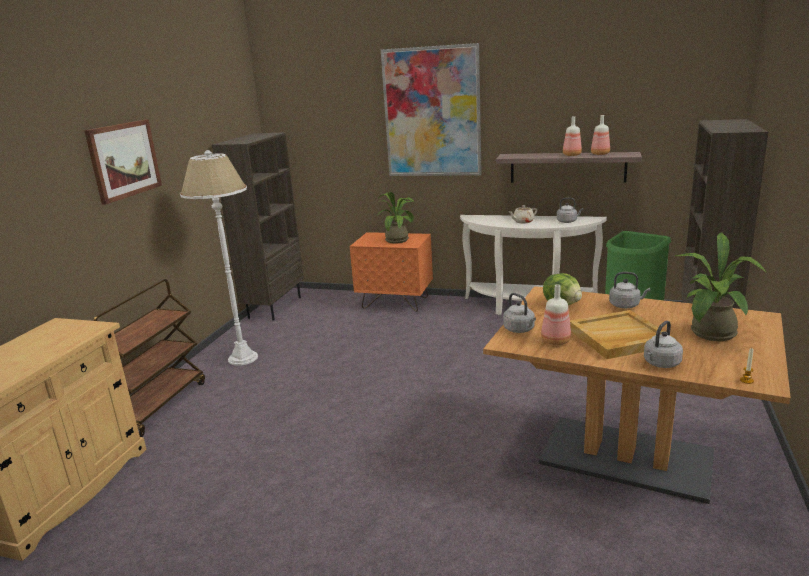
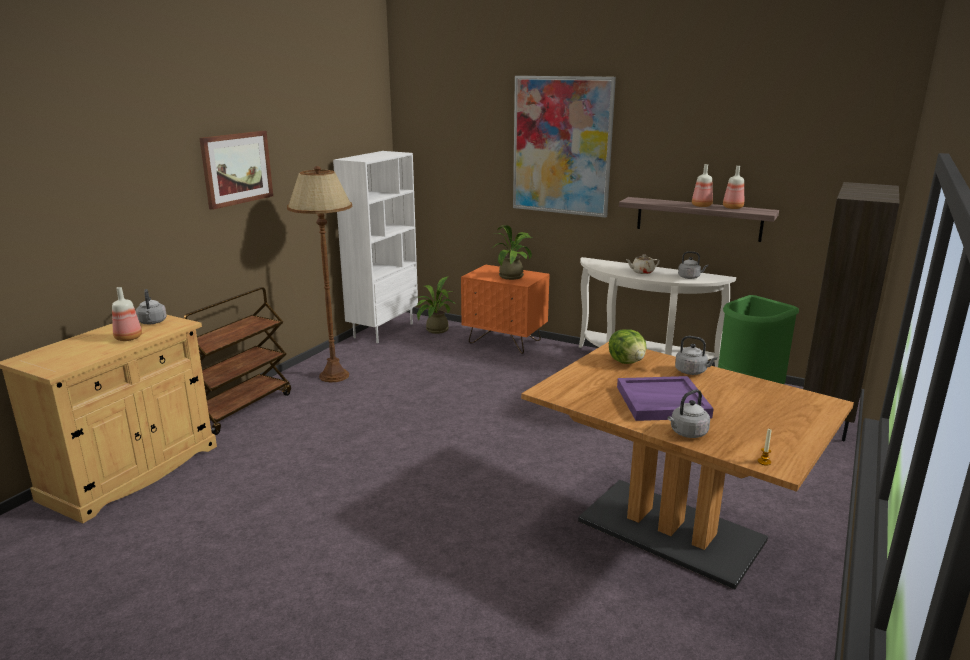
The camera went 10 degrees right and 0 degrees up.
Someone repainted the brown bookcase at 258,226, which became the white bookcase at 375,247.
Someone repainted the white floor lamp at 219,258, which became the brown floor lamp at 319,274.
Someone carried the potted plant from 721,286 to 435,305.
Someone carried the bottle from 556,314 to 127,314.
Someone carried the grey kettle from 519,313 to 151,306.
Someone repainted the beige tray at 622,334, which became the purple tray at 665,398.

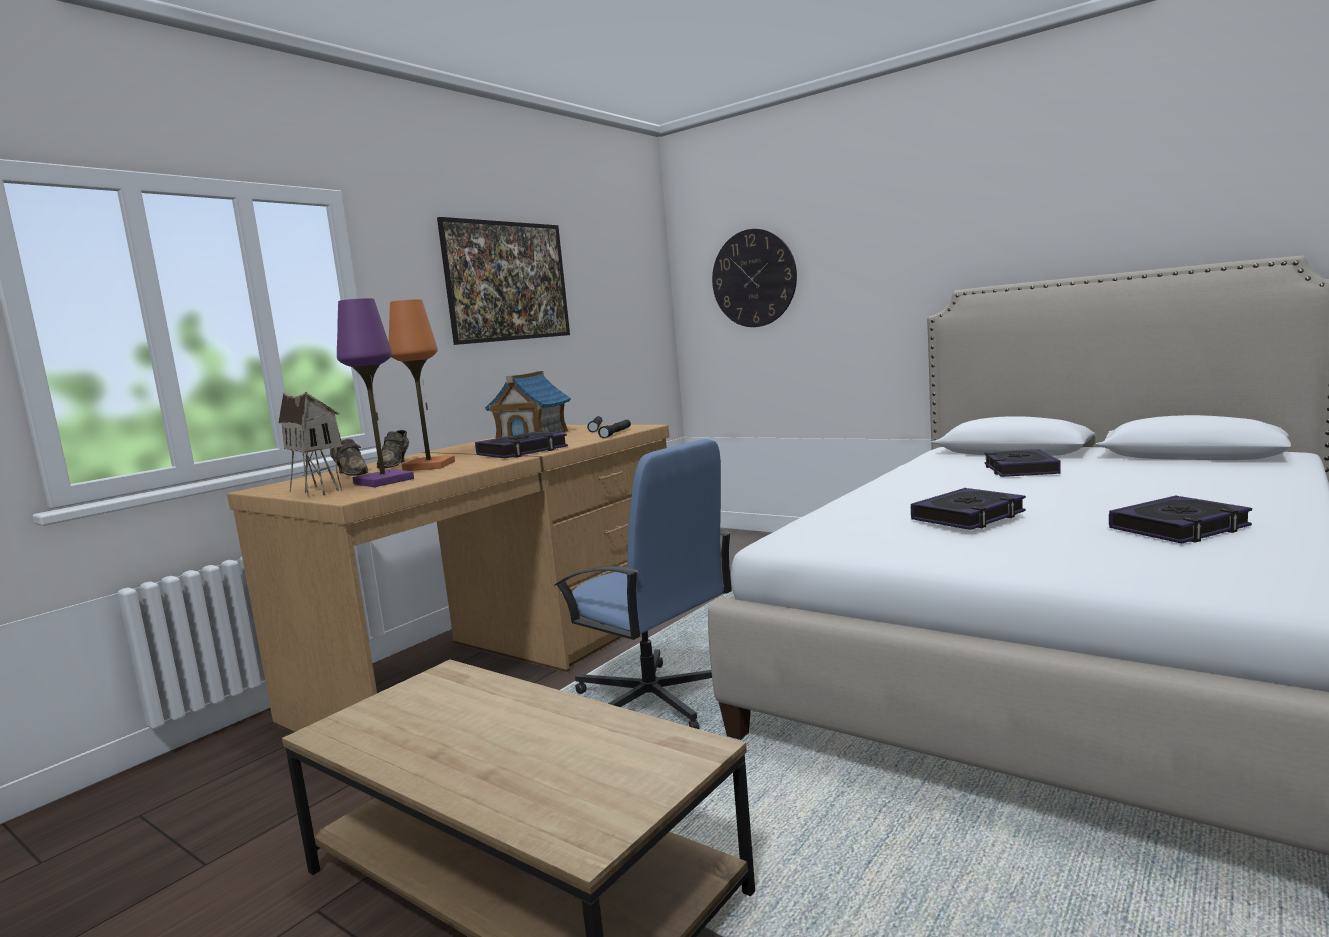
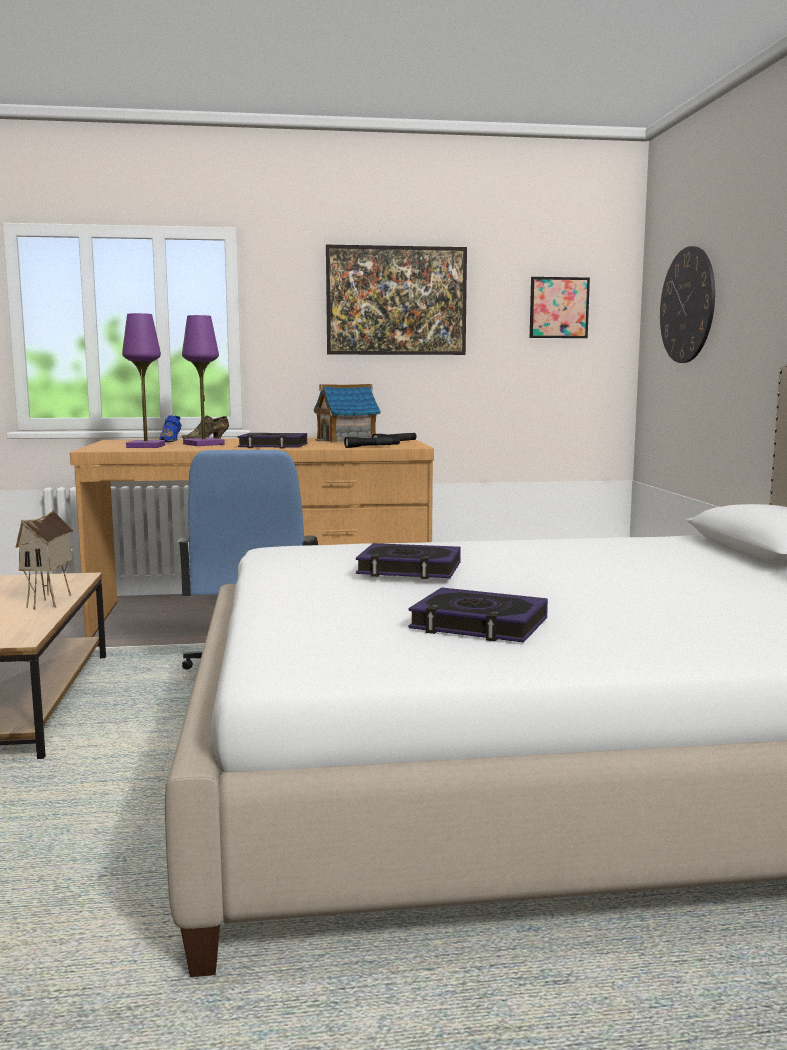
The camera went 45 degrees right and 0 degrees up.
Someone repainted the orange table lamp at 422,385, which became the purple table lamp at 203,380.
Someone carried the toy house from 310,444 to 44,560.
Someone repainted the brown shoe at 349,457, which became the blue shoe at 171,428.
Someone took away the book at 1022,463.
Someone put up the picture at 560,307.

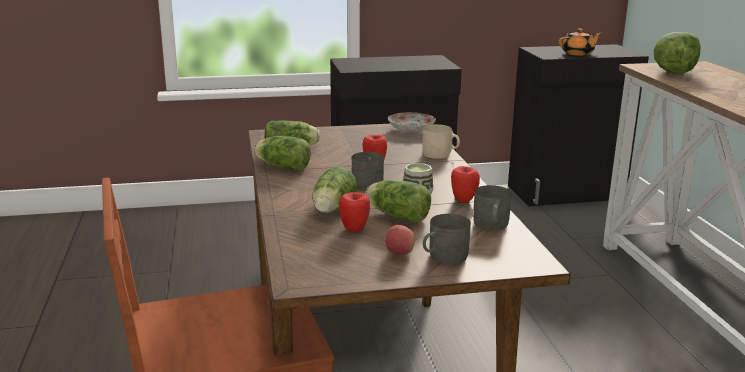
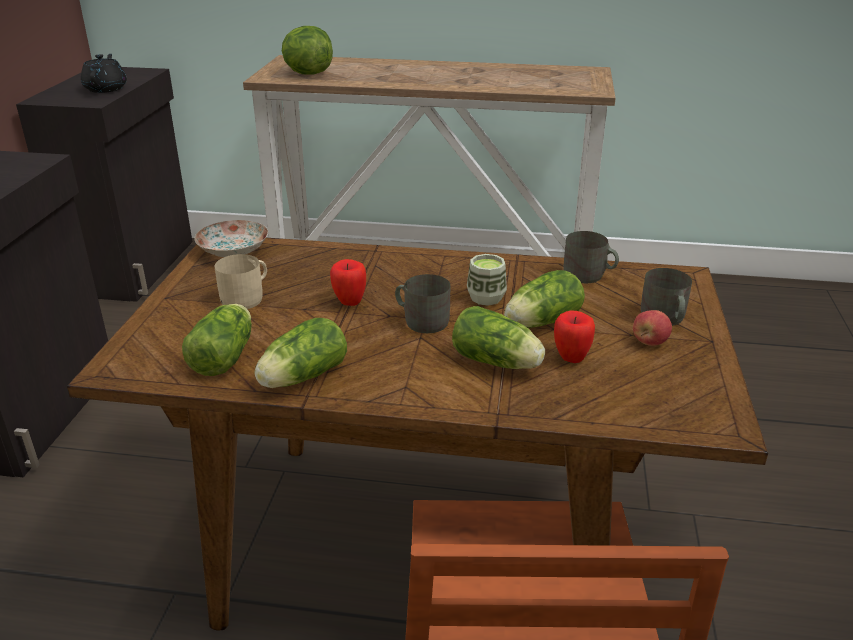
The camera went 70 degrees left and 10 degrees up.
Someone repainted the orange teapot at 580,42, which became the black teapot at 104,73.
Someone carried the beige mug from 441,141 to 240,281.
Someone took away the apple at 465,184.

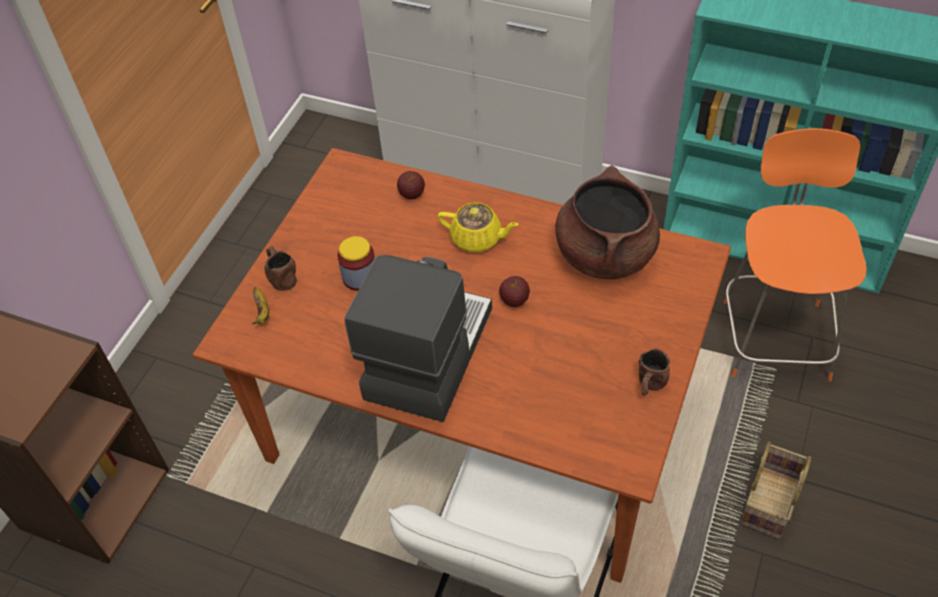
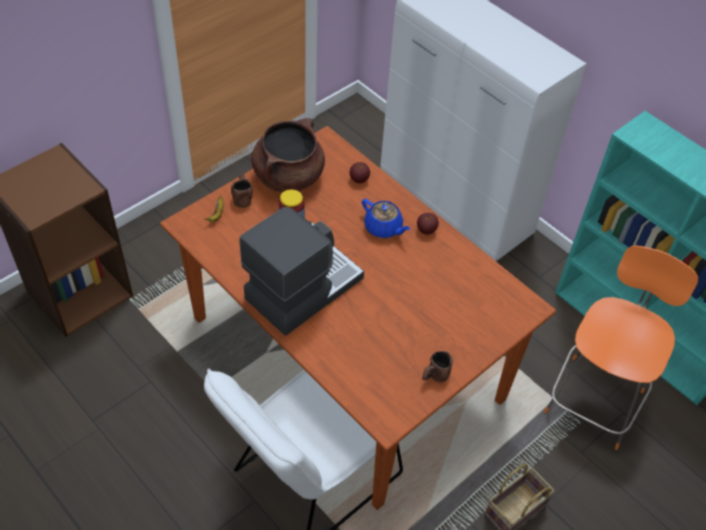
The camera went 20 degrees right and 0 degrees up.
Someone carried the brown cooking pot from 607,222 to 288,155.
Someone repainted the yellow teapot at 478,227, which became the blue teapot at 386,218.
Someone carried the apple from 514,291 to 428,224.

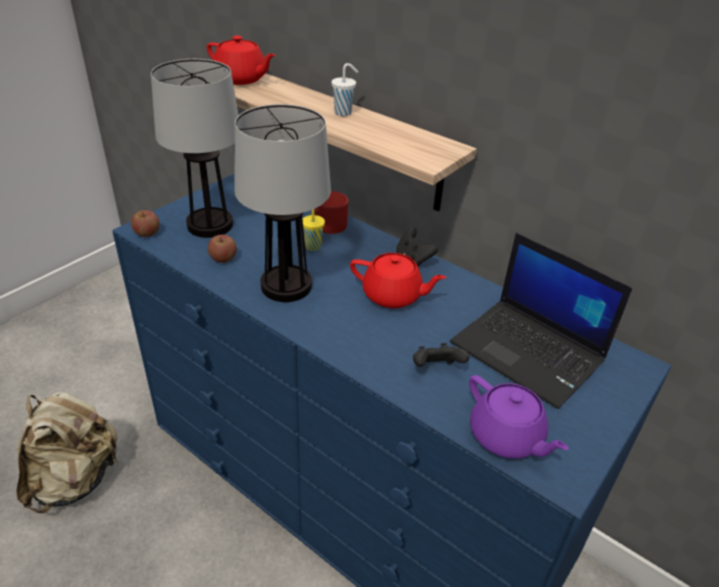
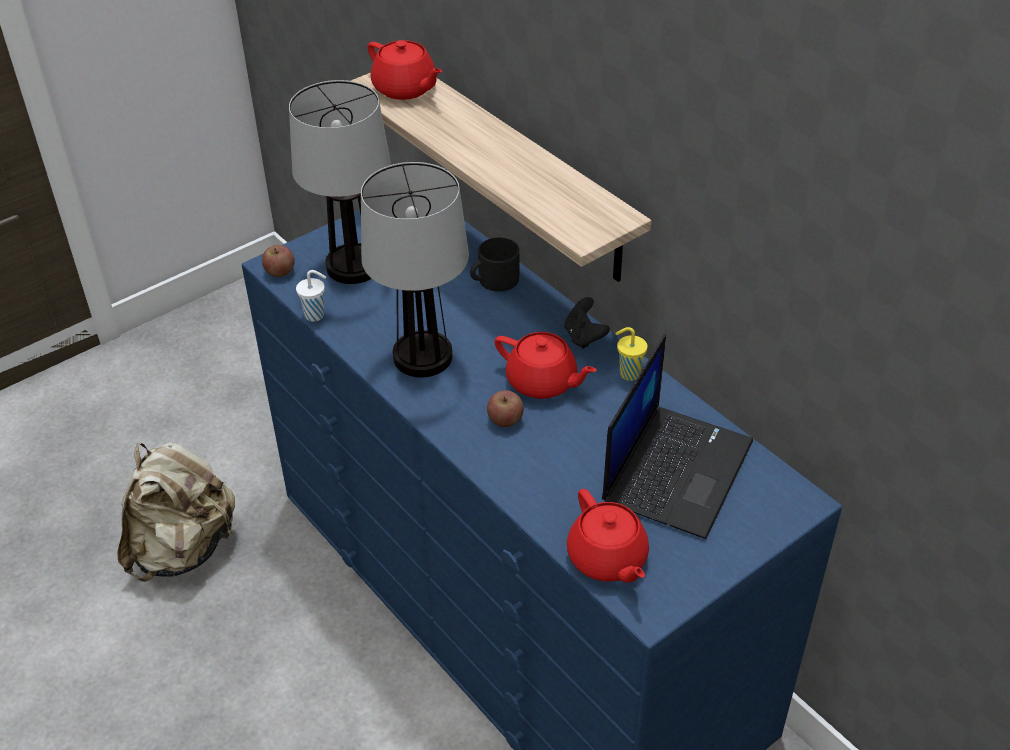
The camera went 15 degrees right and 5 degrees up.
Someone carried the white cup from 344,89 to 311,296.
Someone repainted the red mug at 329,212, which became the black mug at 494,265.
Someone carried the yellow cup from 314,230 to 631,354.
Someone rotated the laptop at 541,321 by 120 degrees counterclockwise.
Someone carried the apple from 222,249 to 505,408.
Someone took away the black game controller at 441,355.
Someone repainted the purple teapot at 519,417, which became the red teapot at 608,536.

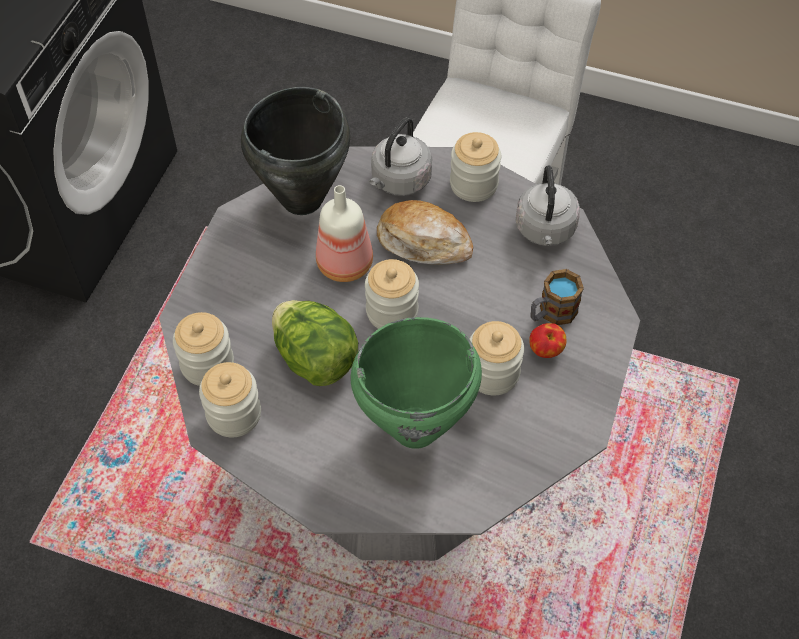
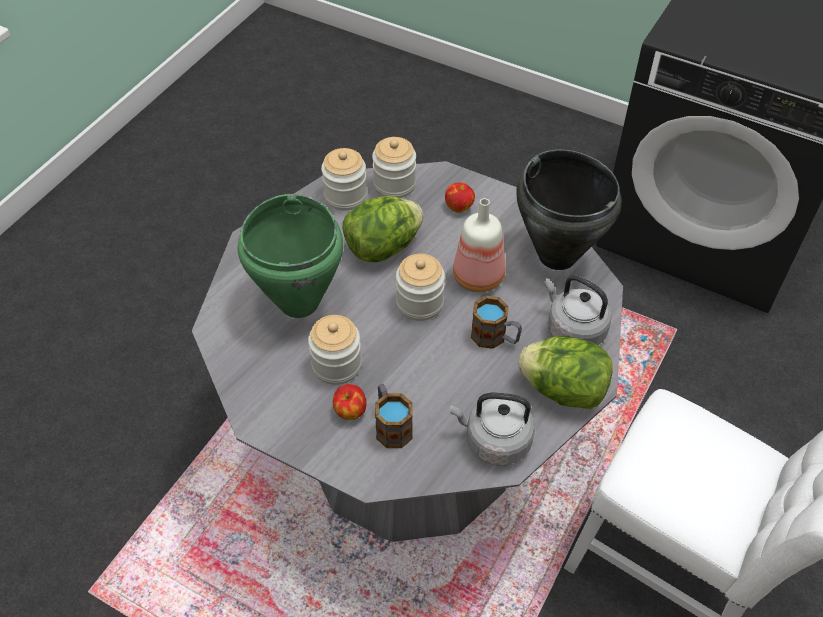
The camera went 100 degrees right and 5 degrees down.
Someone swapped the jar at 475,167 for the lettuce at 565,373.
Someone swapped the bread at 425,232 for the mug at 496,322.
Someone put down the apple at 460,197.

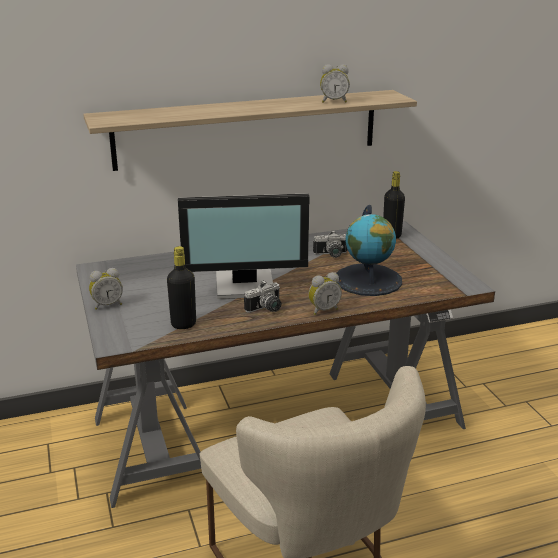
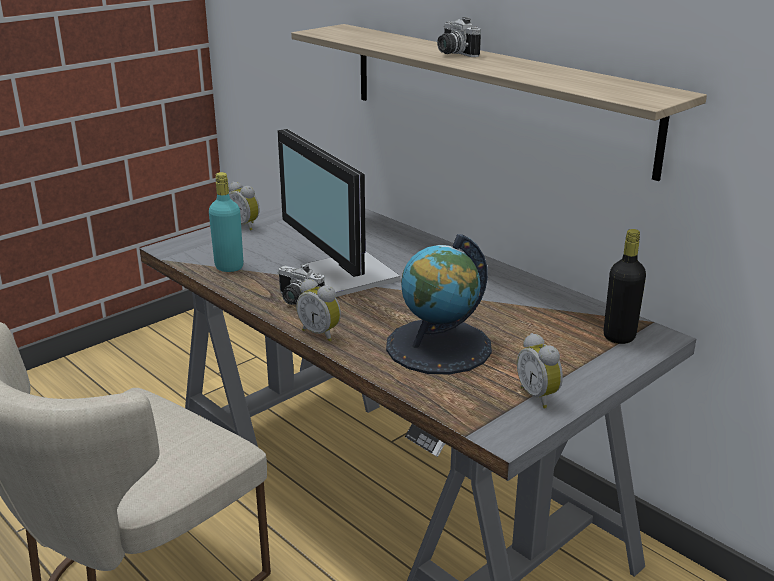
The camera went 65 degrees right and 0 degrees up.
Someone carried the alarm clock from 335,83 to 540,370.
Someone carried the photo camera from 330,244 to 459,37.
Someone repainted the black bottle at 181,287, which became the turquoise bottle at 226,222.

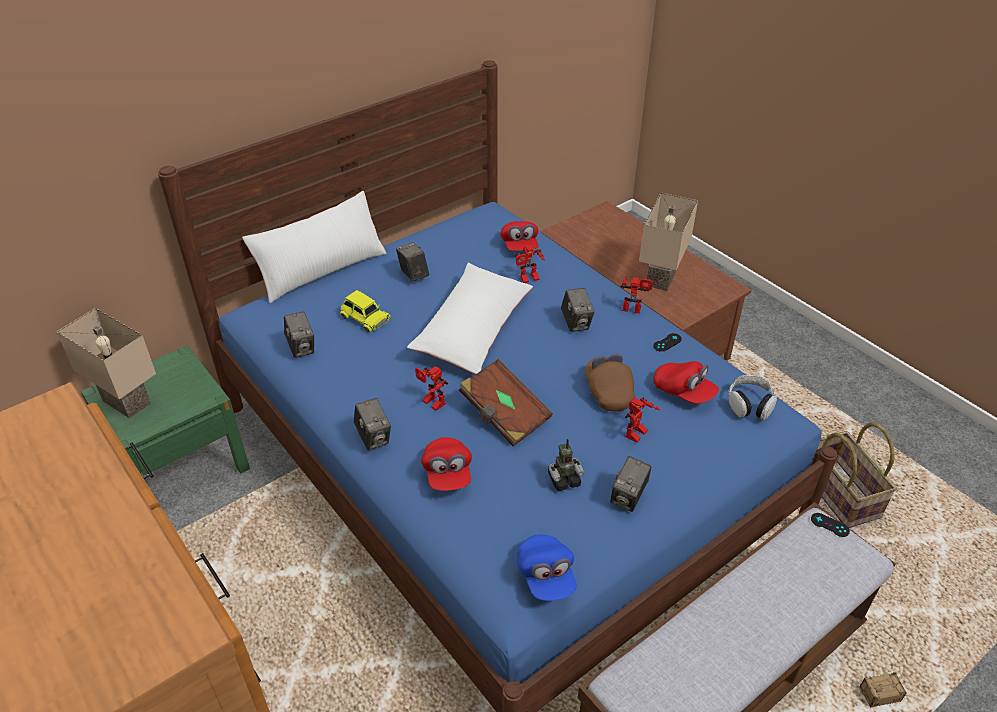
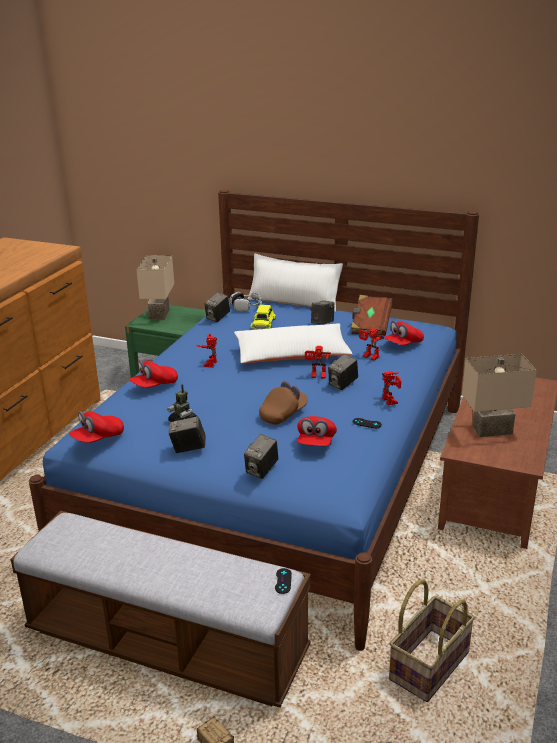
The camera went 60 degrees right and 15 degrees down.
Someone carried the brown book from 506,402 to 372,315.
Someone carried the headphones from 752,397 to 246,302.
Someone carried the photo camera from 372,424 to 261,456.
Someone carried the toy robot from 643,420 to 318,362.
Someone repainted the blue cap at 547,568, which became the red cap at 96,427.

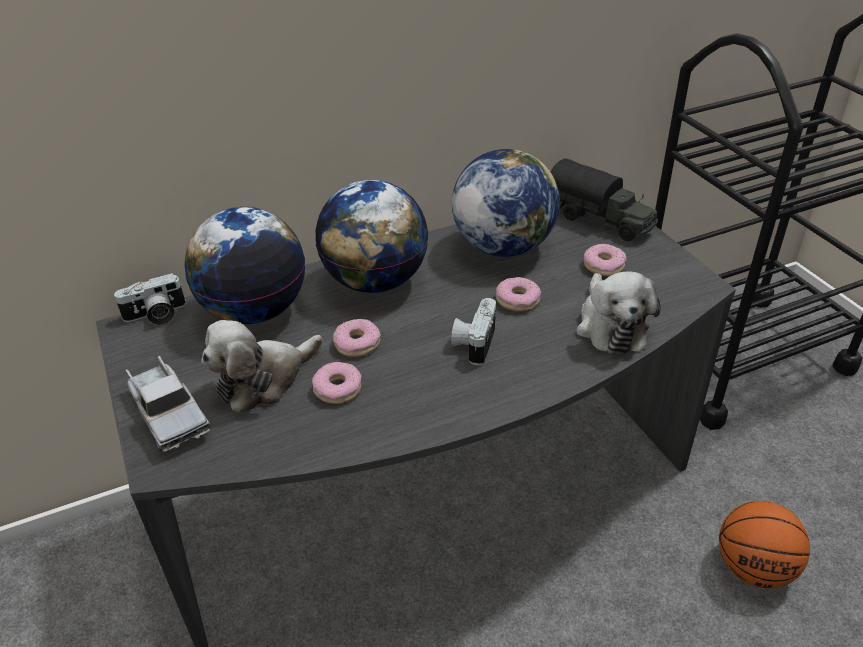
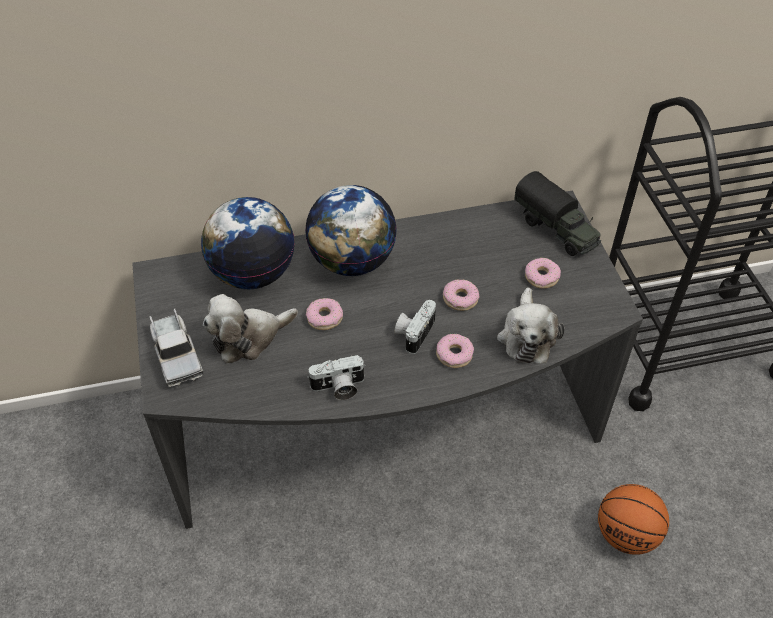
The camera went 10 degrees right and 10 degrees up.
Someone took away the globe at 506,203.
Someone carried the photo camera from 150,299 to 336,377.
Someone carried the donut from 337,383 to 455,351.

